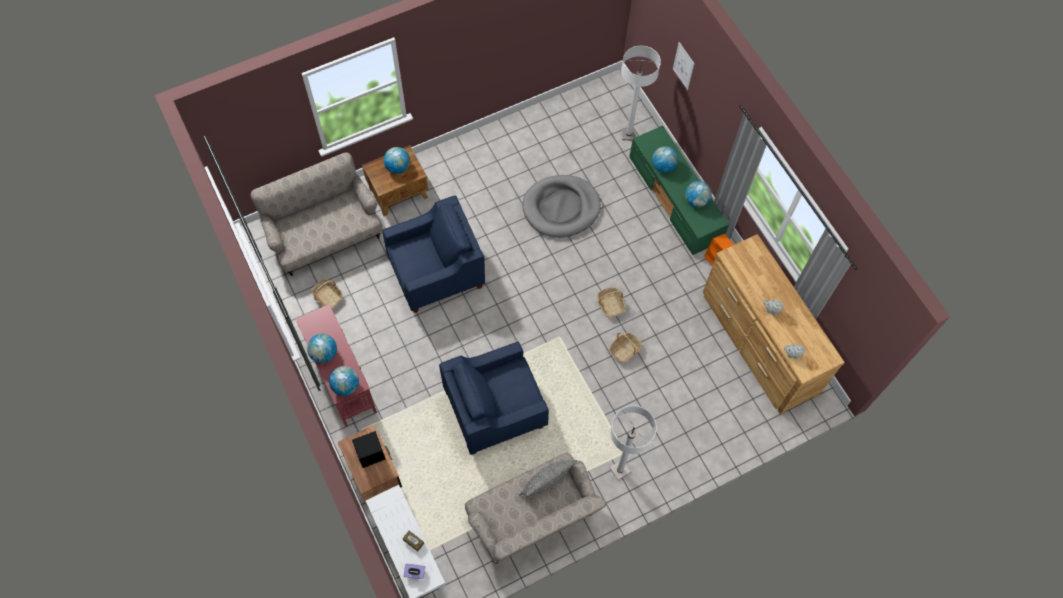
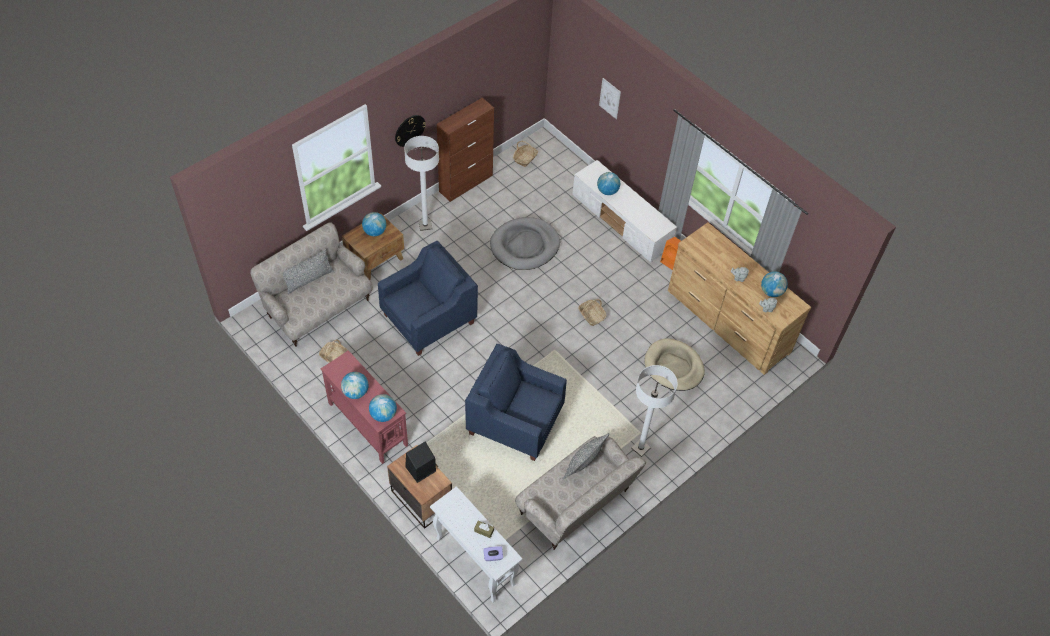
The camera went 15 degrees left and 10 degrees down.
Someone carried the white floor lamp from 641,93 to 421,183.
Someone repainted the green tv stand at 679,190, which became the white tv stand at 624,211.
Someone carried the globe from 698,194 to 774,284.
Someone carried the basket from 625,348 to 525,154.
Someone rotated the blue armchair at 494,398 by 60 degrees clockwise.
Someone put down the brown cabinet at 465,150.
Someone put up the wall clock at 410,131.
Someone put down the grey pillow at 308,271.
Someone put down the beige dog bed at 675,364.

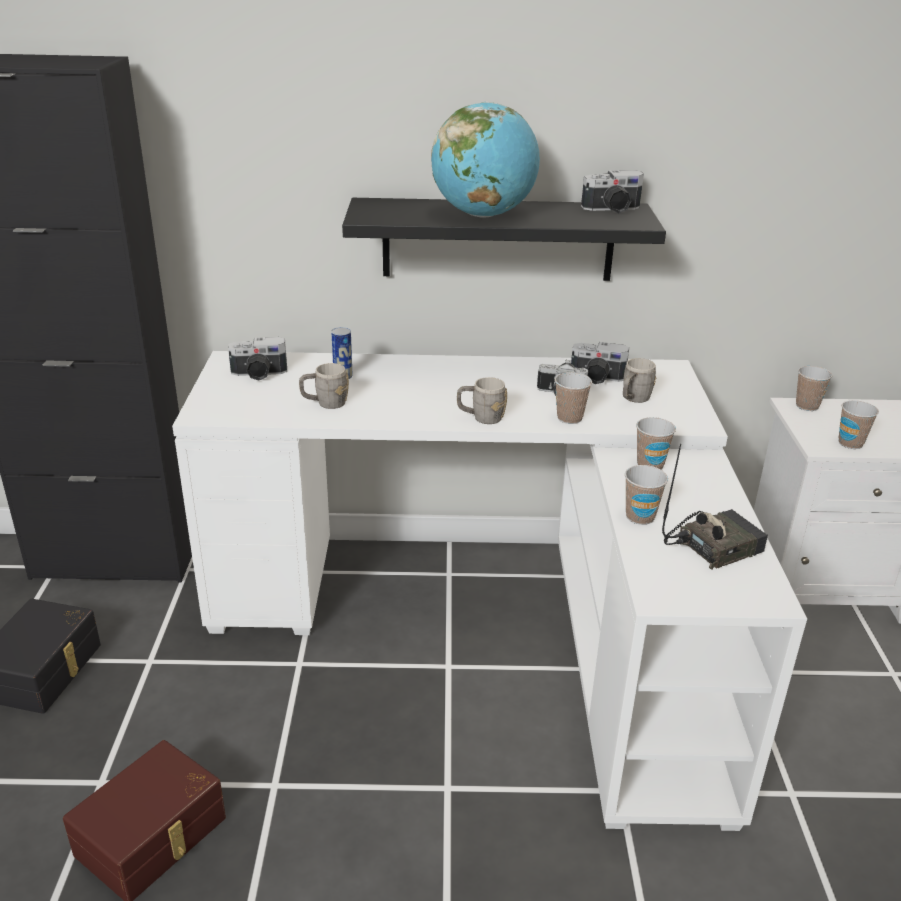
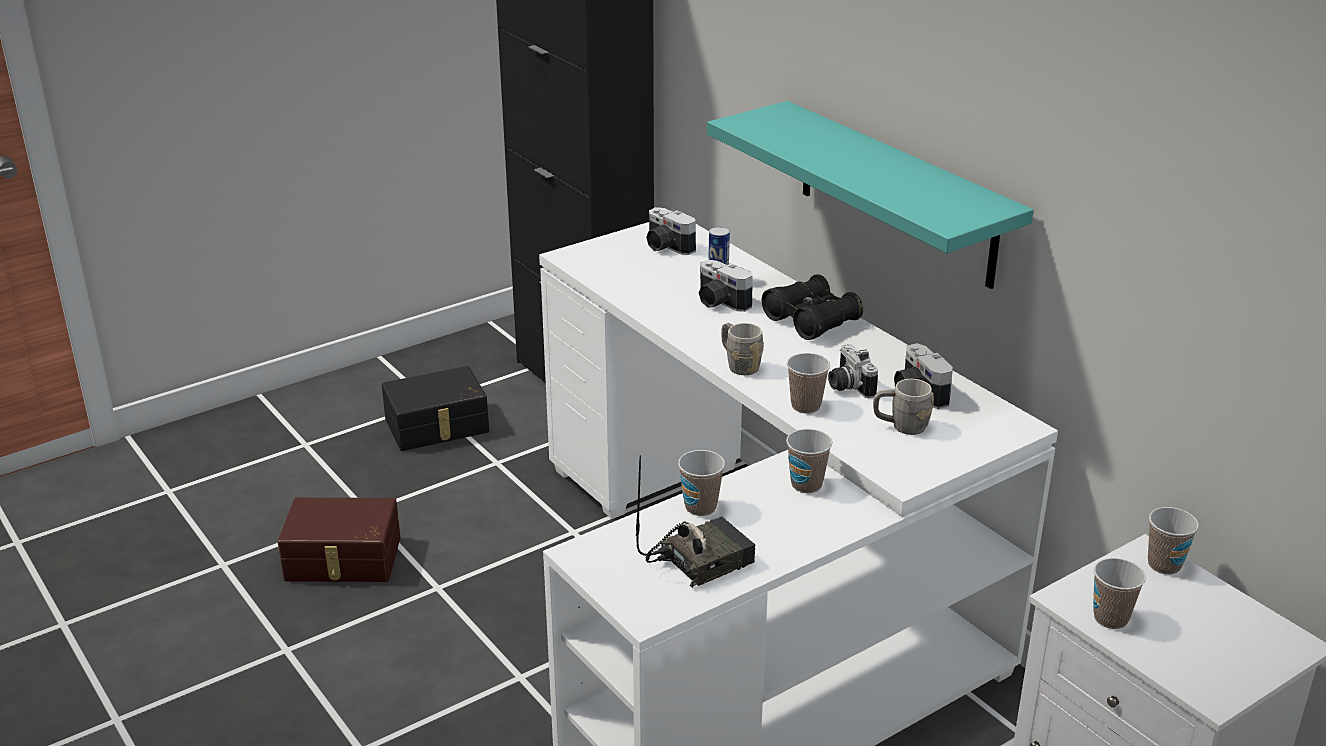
The camera went 55 degrees right and 0 degrees up.
Someone took away the globe at 485,159.
Someone carried the photo camera from 612,191 to 726,286.
Someone repainted the black shelf at 504,239, which became the turquoise shelf at 870,195.
Someone took away the grey mug at 324,386.
Someone rotated the radio at 715,506 by 60 degrees counterclockwise.
Someone put down the black binoculars at 812,307.

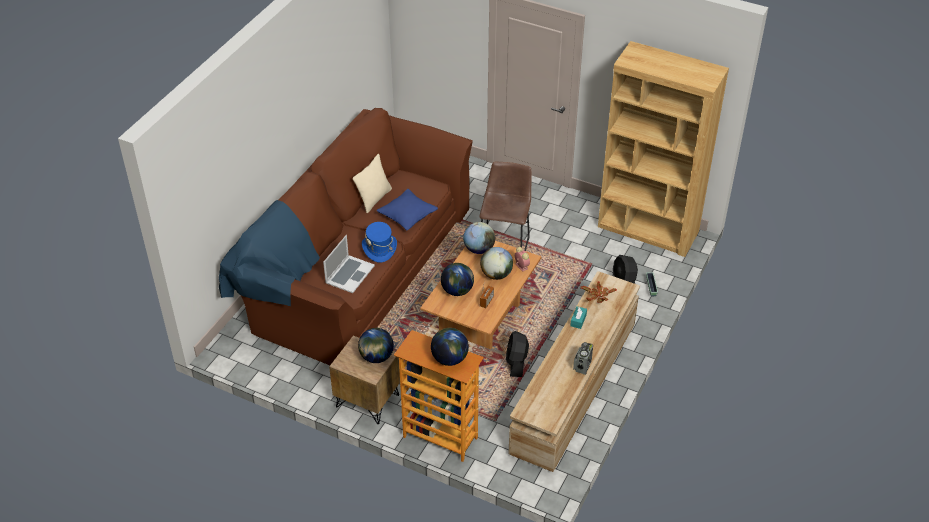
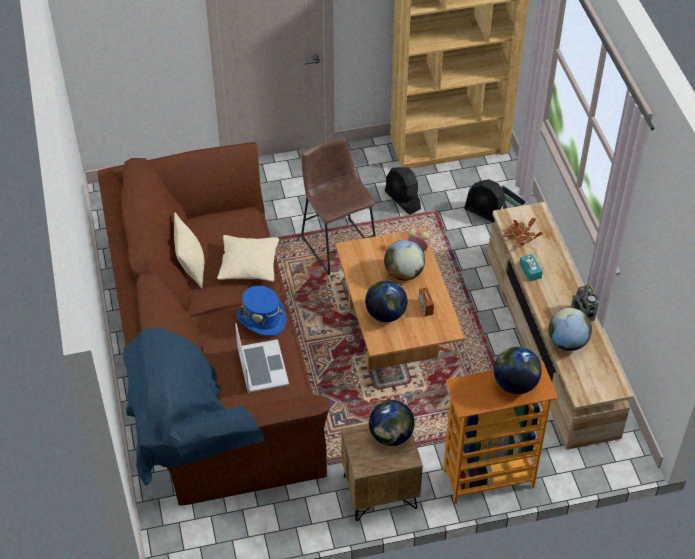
The camera went 40 degrees left and 5 degrees up.
Someone repainted the blue pillow at 407,210, which became the beige pillow at 248,258.
Someone carried the globe from 479,238 to 570,329.
Someone carried the black fan from 517,354 to 403,191.

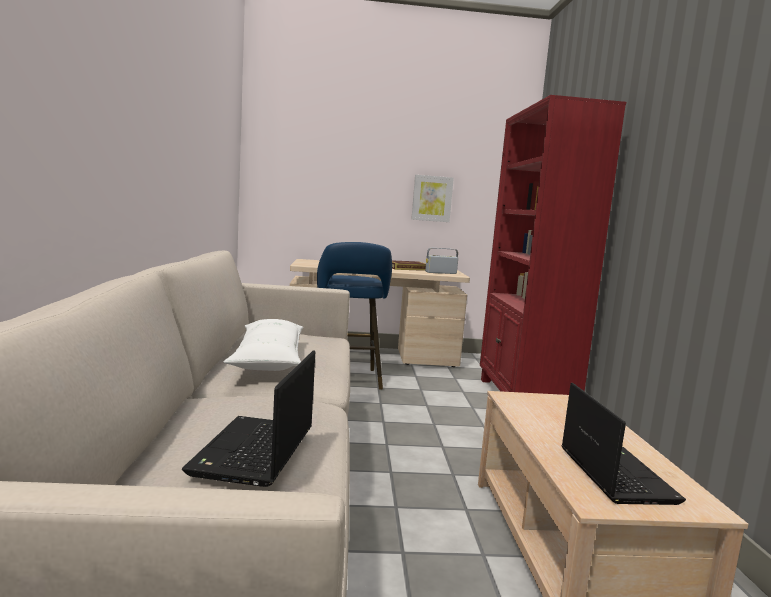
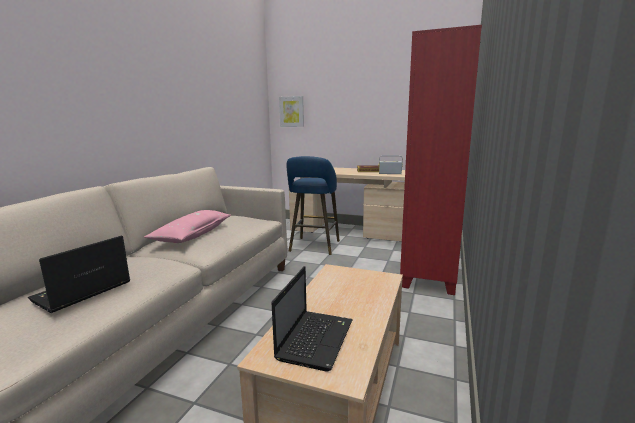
The camera went 25 degrees right and 5 degrees up.
Someone carried the picture from 432,198 to 291,111.
Someone repainted the white pillow at 263,345, which became the pink pillow at 187,226.

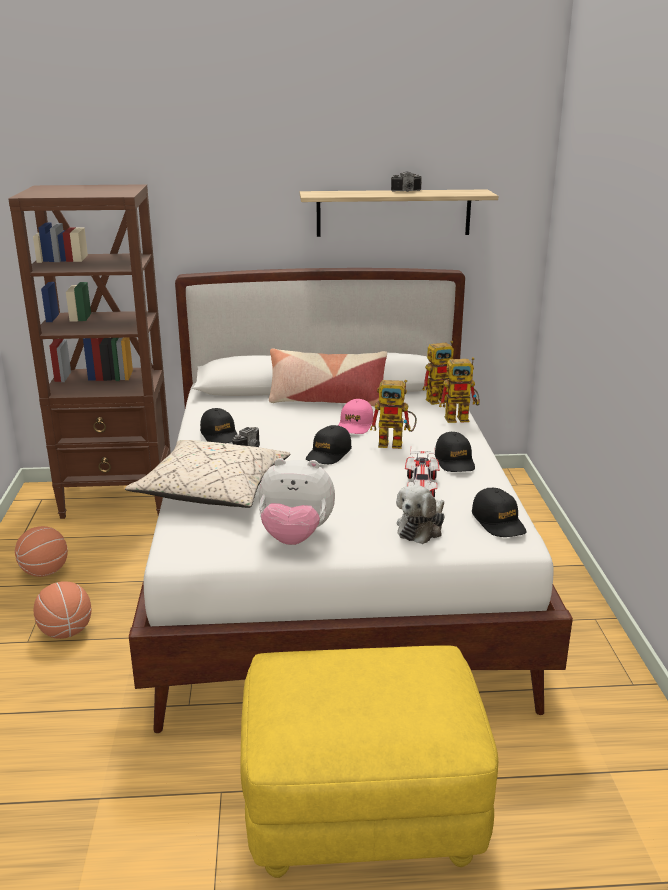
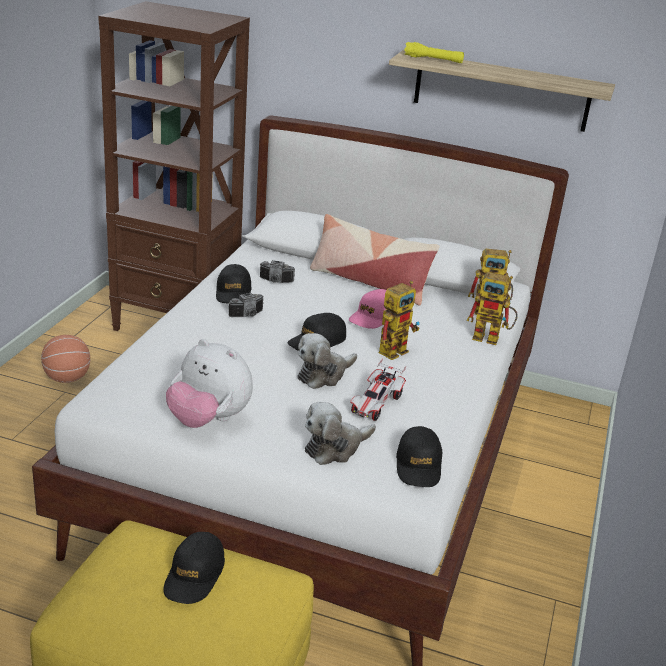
The camera went 20 degrees right and 5 degrees up.
Someone carried the photo camera from 406,182 to 277,271.
Someone rotated the toy robot at 393,414 by 75 degrees counterclockwise.
Someone carried the black cap from 455,452 to 194,568.
Someone took away the beige pillow at 208,474.
Someone took away the basketball at 62,610.
Someone put down the yellow flashlight at 434,52.
Someone put down the plush toy at 327,361.

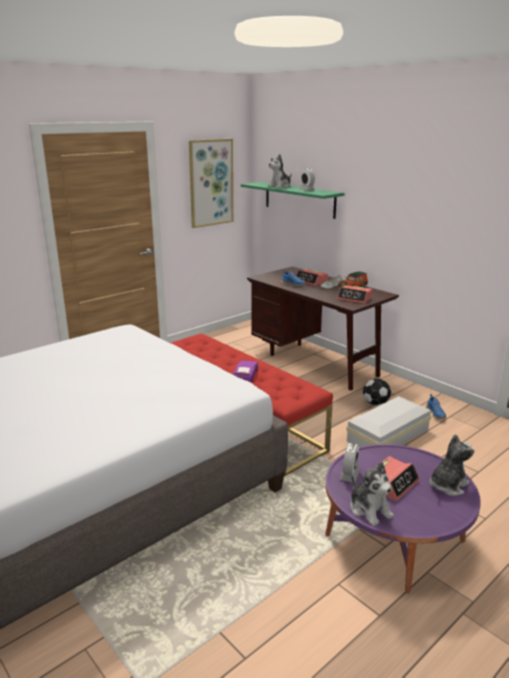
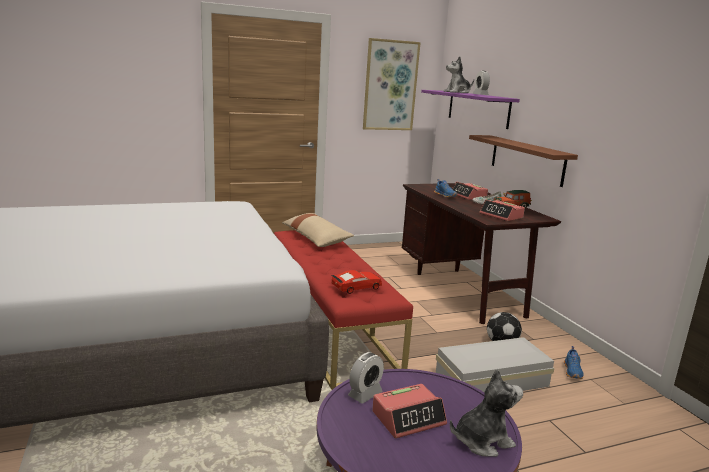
The camera went 20 degrees right and 5 degrees down.
Someone repainted the green shelf at 293,200, which became the purple shelf at 470,109.
Someone took away the purple toy car at 245,371.
Someone took away the plush toy at 372,494.
Someone put up the brown shelf at 523,161.
Someone put down the beige pillow at 318,230.
Someone put down the red toy car at 356,282.

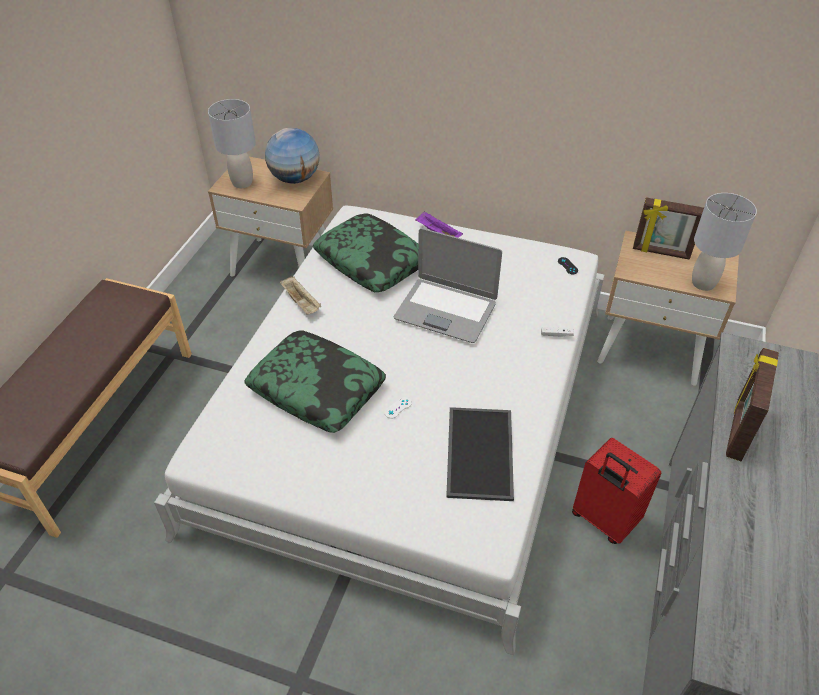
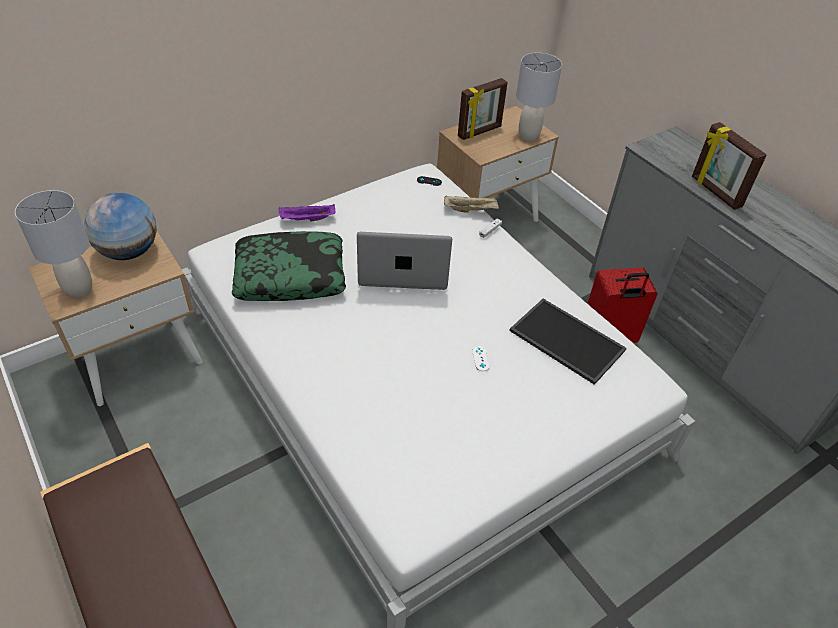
The camera went 55 degrees left and 0 degrees up.
Someone rotated the laptop at 448,285 by 150 degrees counterclockwise.
Someone carried the beige tray from 300,295 to 471,204.
Someone took away the pillow at 315,381.

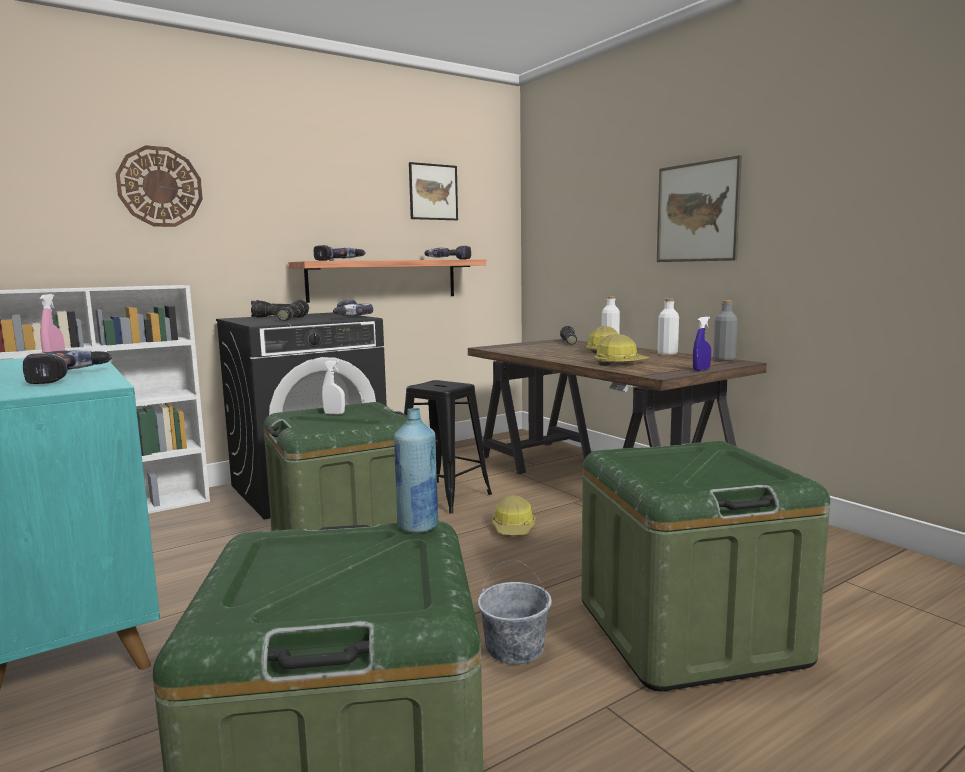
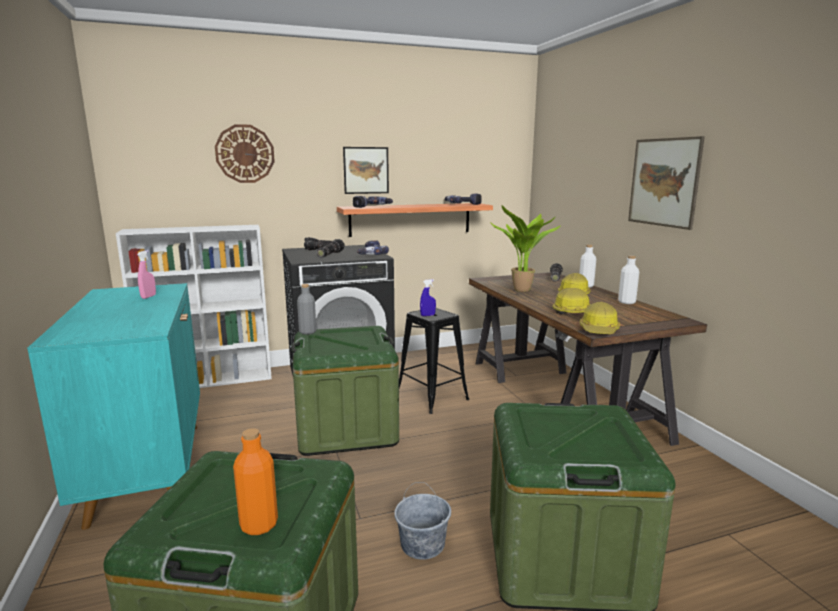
The camera went 15 degrees right and 5 degrees up.
Someone carried the picture from 433,191 to 366,170.
Someone carried the grey bottle from 725,330 to 306,309.
Someone carried the blue spray bottle from 702,344 to 428,297.
Someone took away the power drill at 67,367.
Someone took away the white spray bottle at 333,387.
Someone took away the blue bottle at 416,470.
Someone carried the hard hat from 513,515 to 600,318.
Someone put down the potted plant at 525,248.
Someone put down the orange bottle at 255,481.

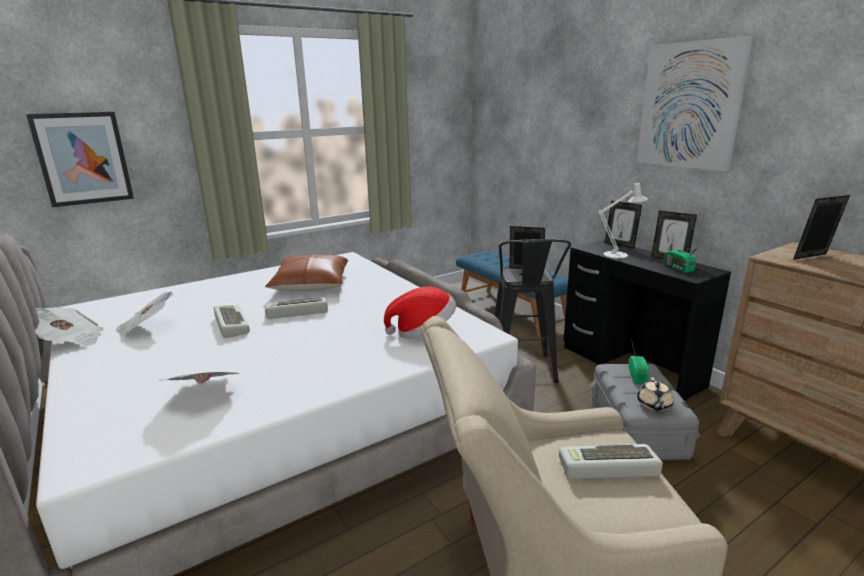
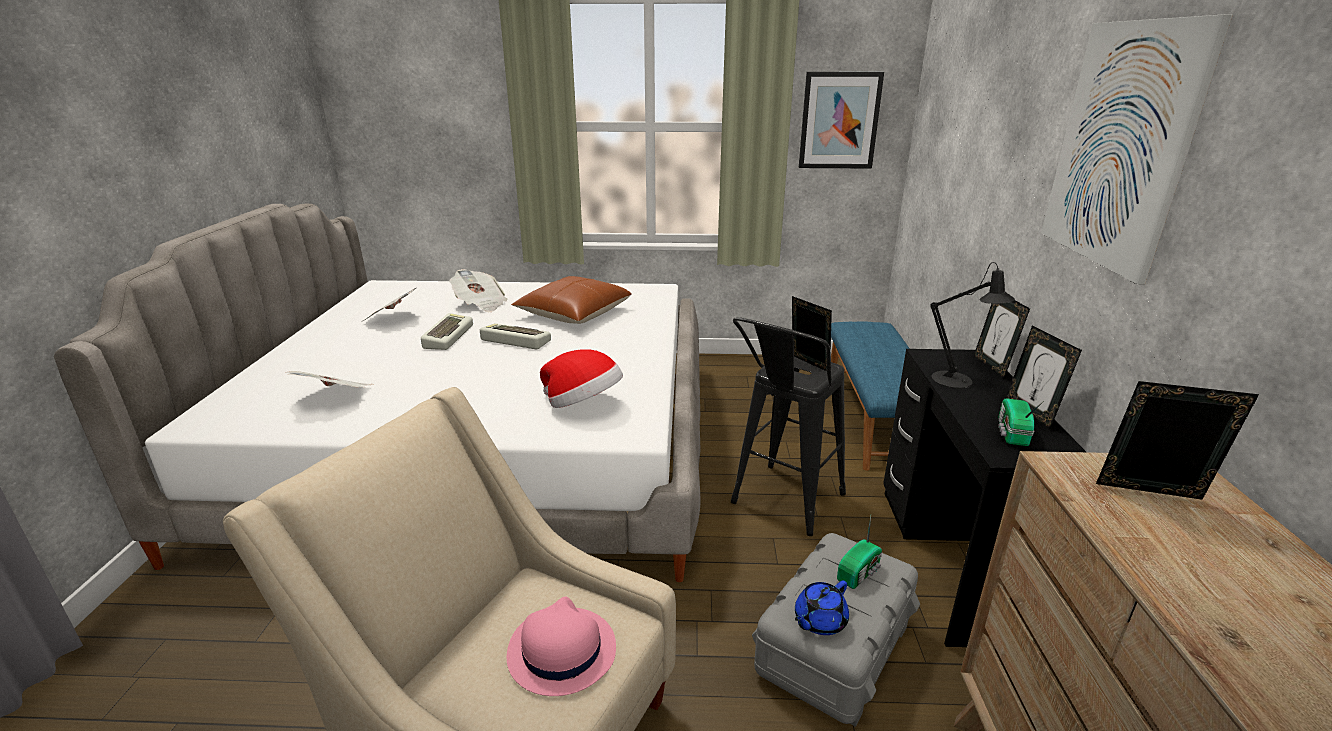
The camera went 35 degrees right and 5 degrees up.
Someone carried the picture from 80,159 to 841,120.
Someone repainted the white table lamp at 623,218, which became the black table lamp at 972,325.
Someone carried the newspaper from 69,326 to 478,290.
Someone repainted the beige teapot at 655,394, which became the blue teapot at 822,607.
Someone swapped the keyboard at 611,461 for the pink hat at 561,646.

